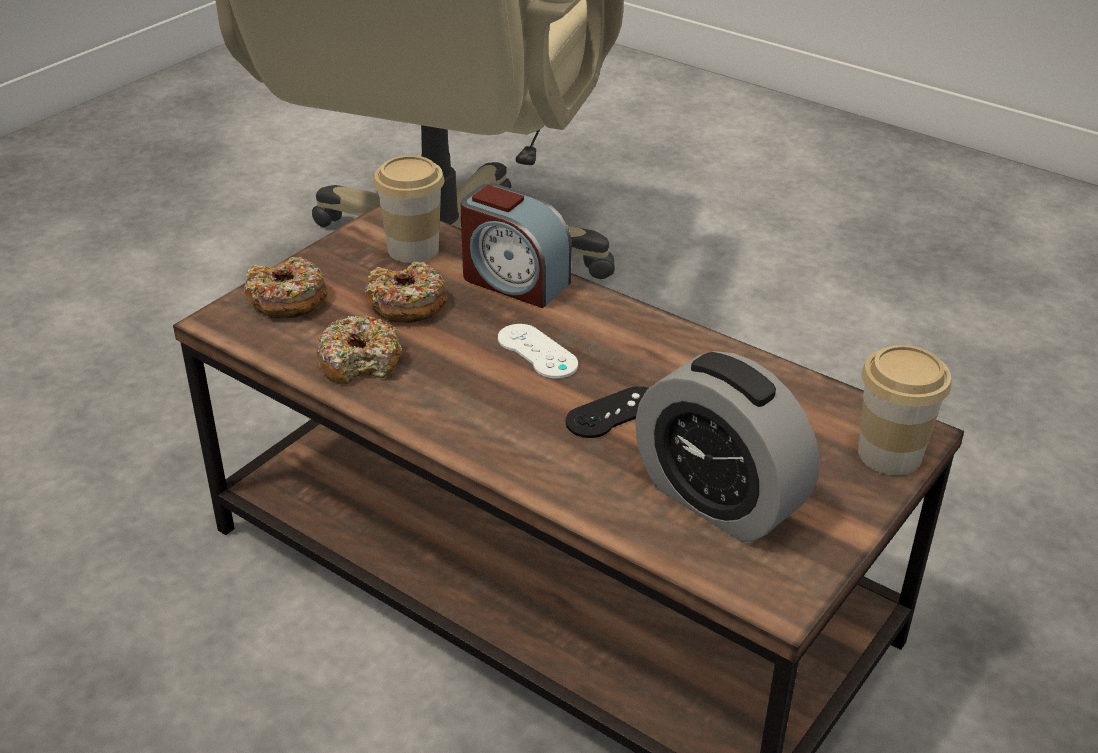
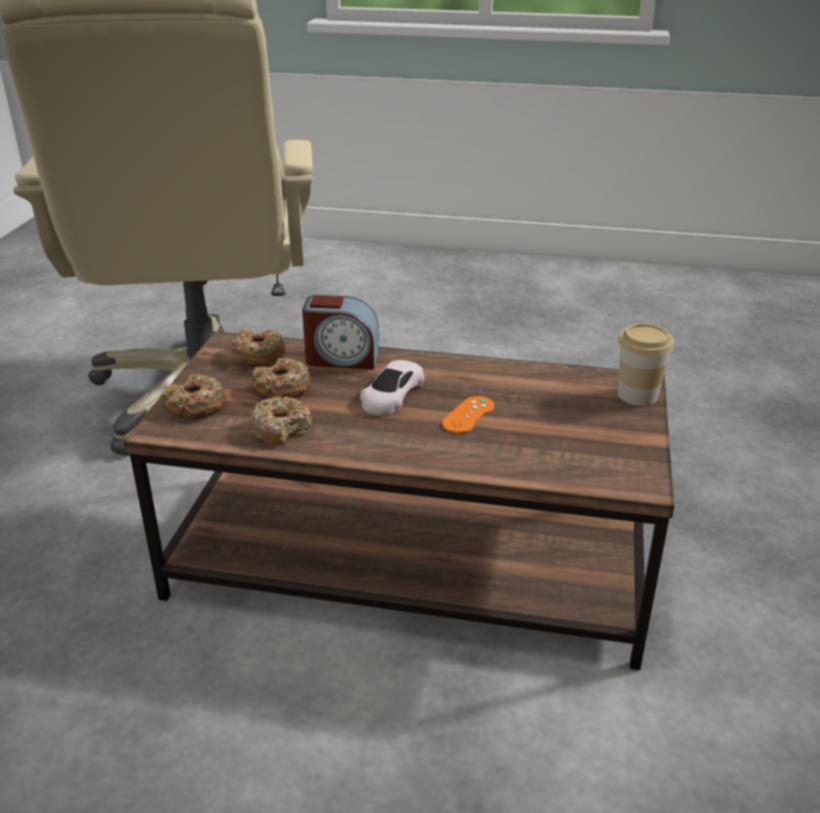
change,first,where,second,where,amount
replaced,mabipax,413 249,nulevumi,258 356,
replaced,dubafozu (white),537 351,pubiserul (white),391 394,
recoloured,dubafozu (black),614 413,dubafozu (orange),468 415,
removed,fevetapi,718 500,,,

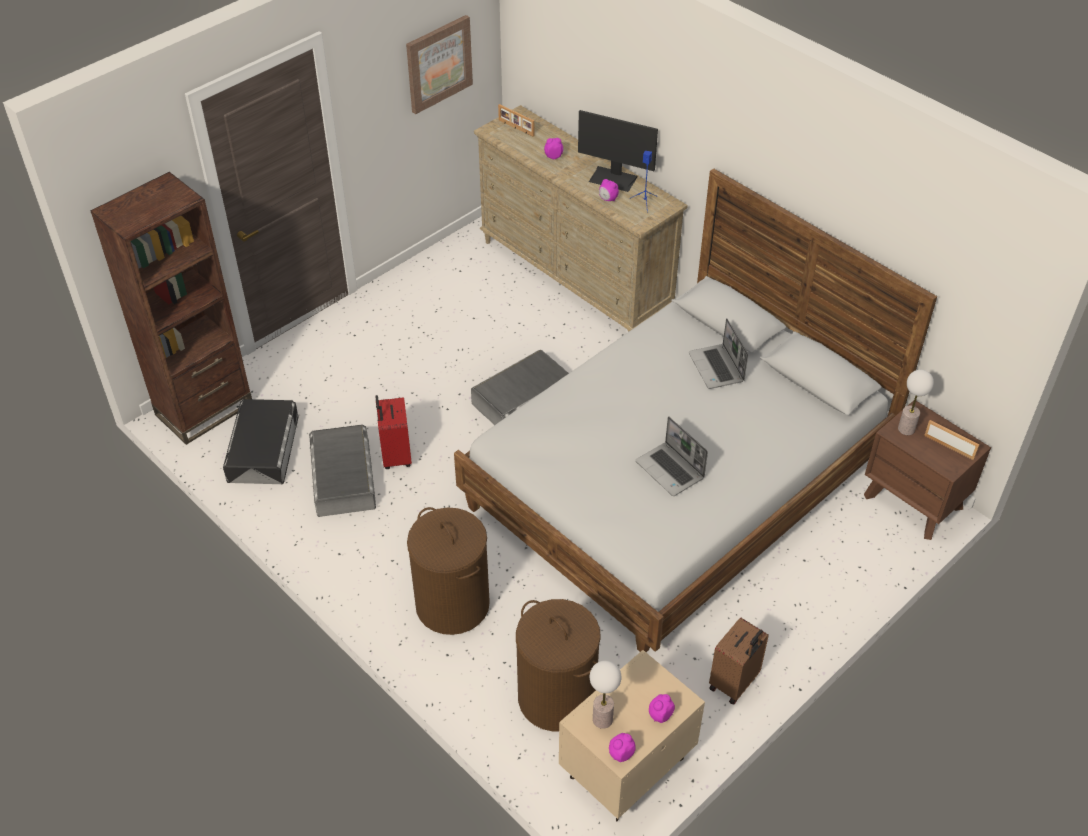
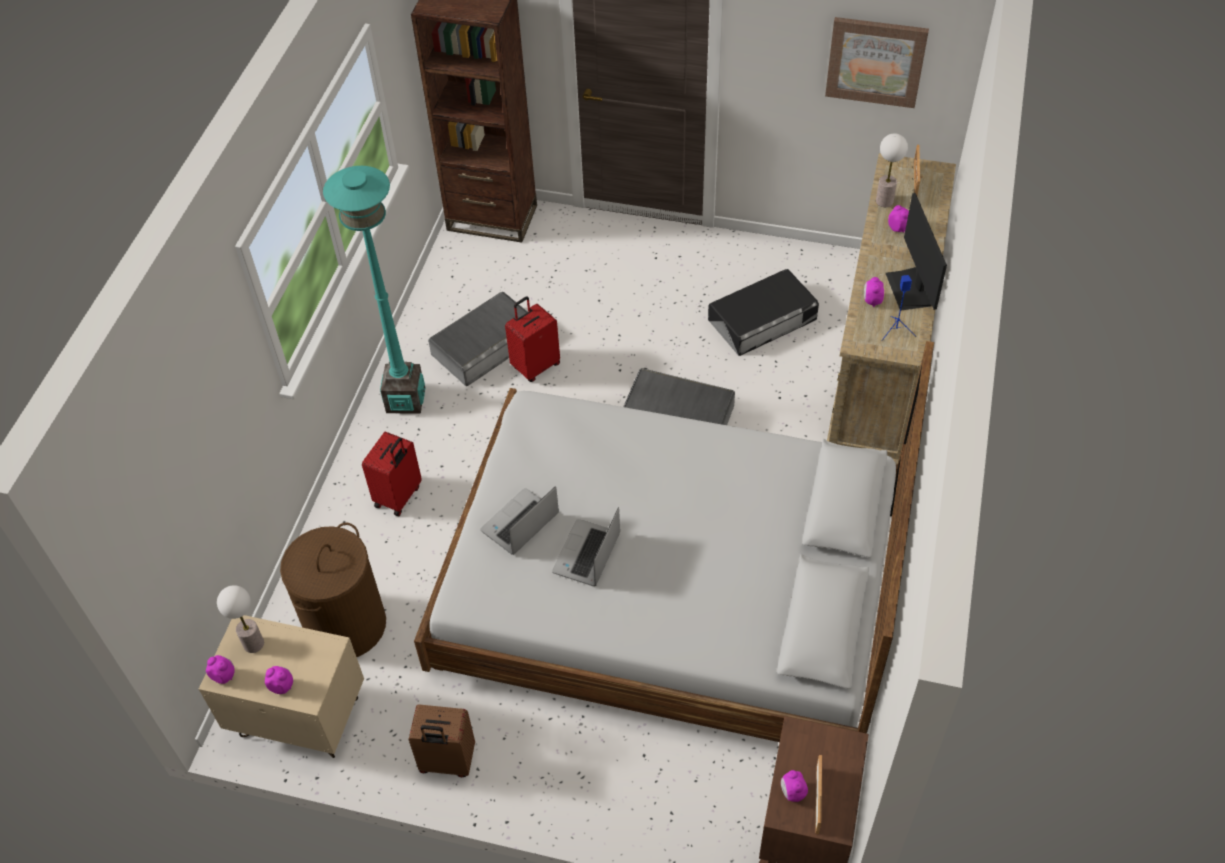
change,first,where,second,where,amount
added,,,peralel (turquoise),405 399,
replaced,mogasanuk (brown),453 604,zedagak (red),399 496,
moved,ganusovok,717 368,,520 524,
moved,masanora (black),263 449,,762 319,
added,,,fevetapi,792 792,
moved,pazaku,906 429,,884 201,

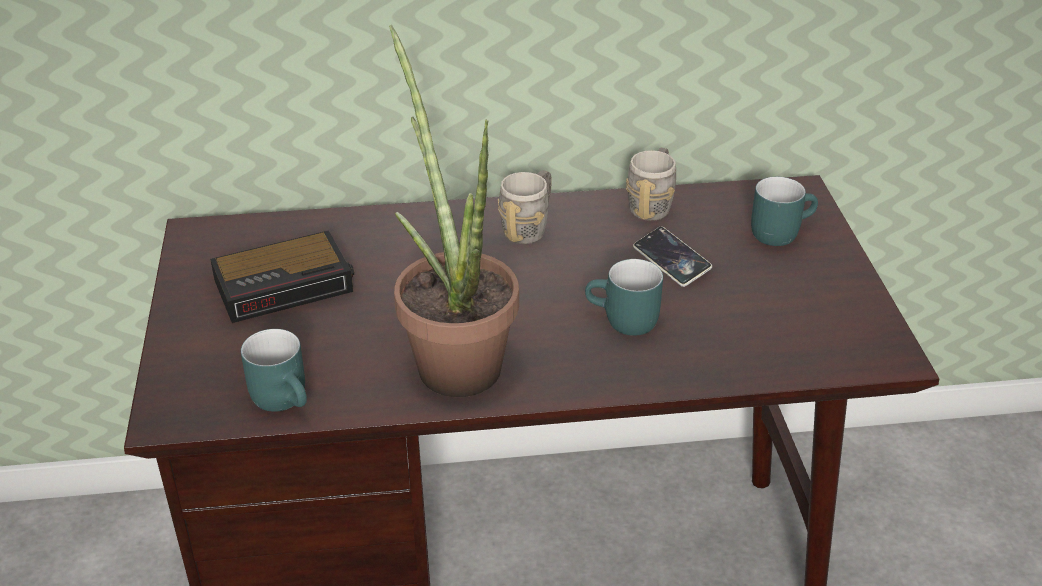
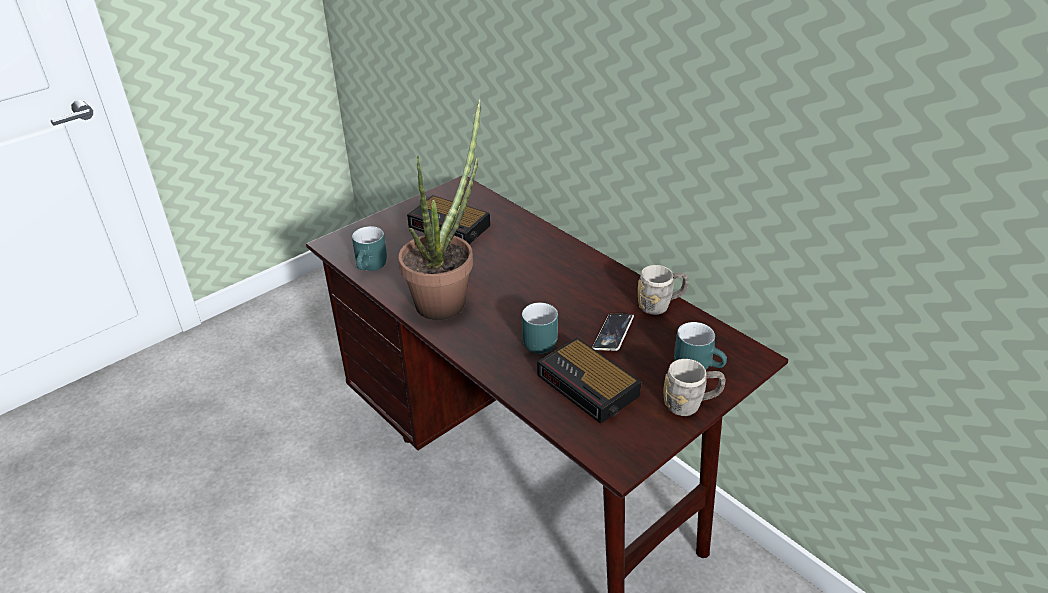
change,first,where,second,where,amount
added,,,fevetapi,589 387,
moved,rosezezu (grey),529 227,,690 404,

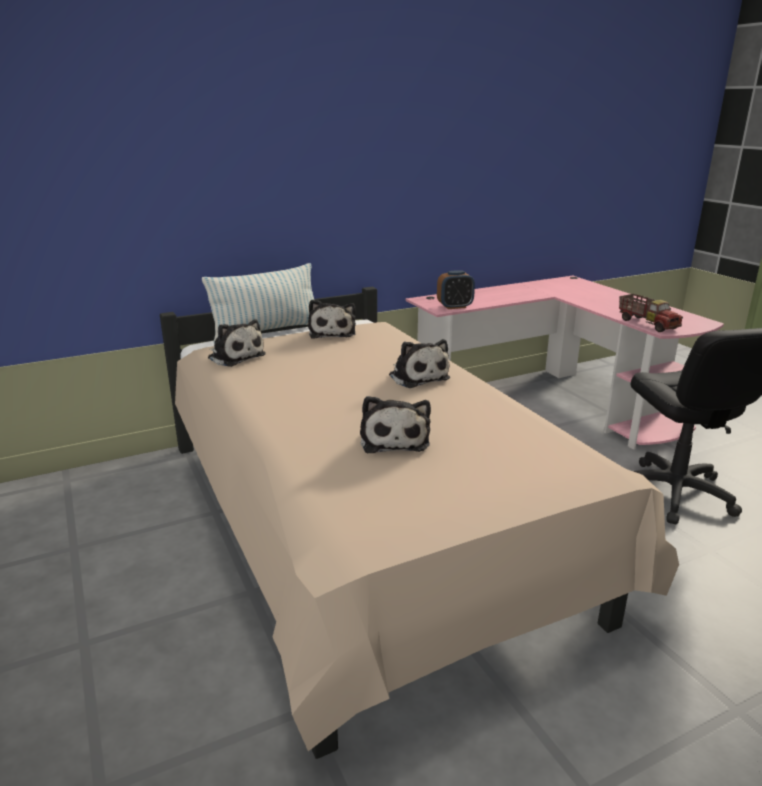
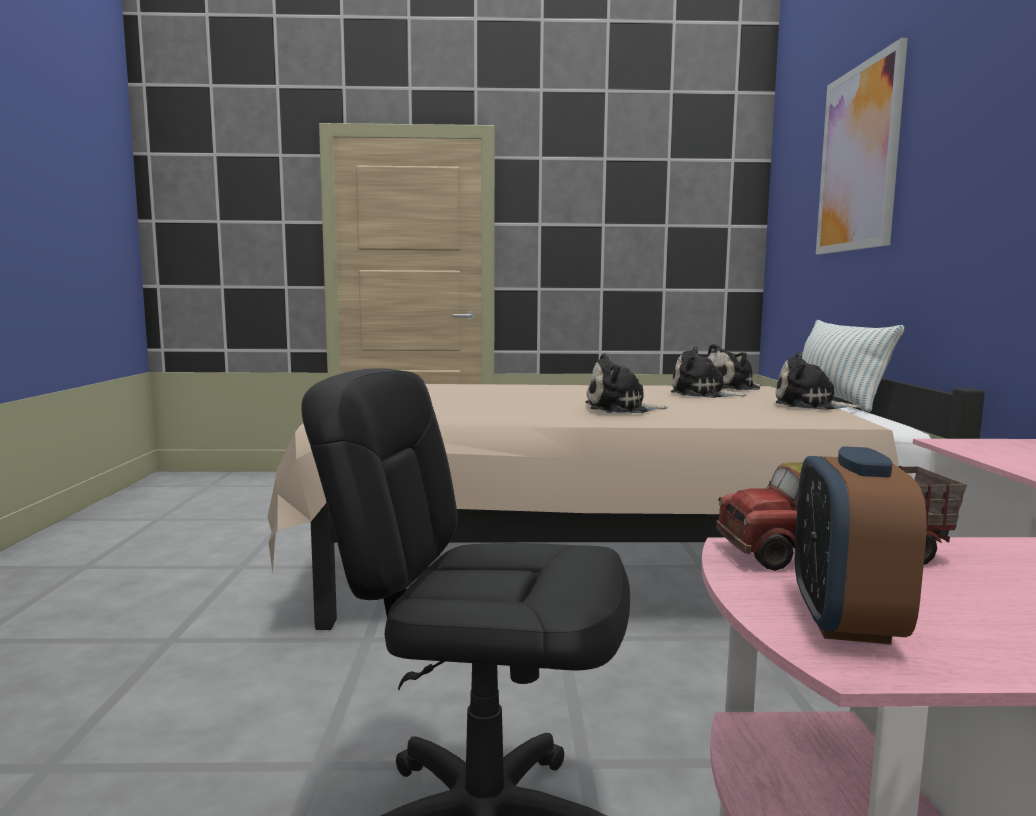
change,first,where,second,where,amount
moved,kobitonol,394 439,,702 394,
moved,fevetapi,455 306,,844 620,
added,,,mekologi,858 159,

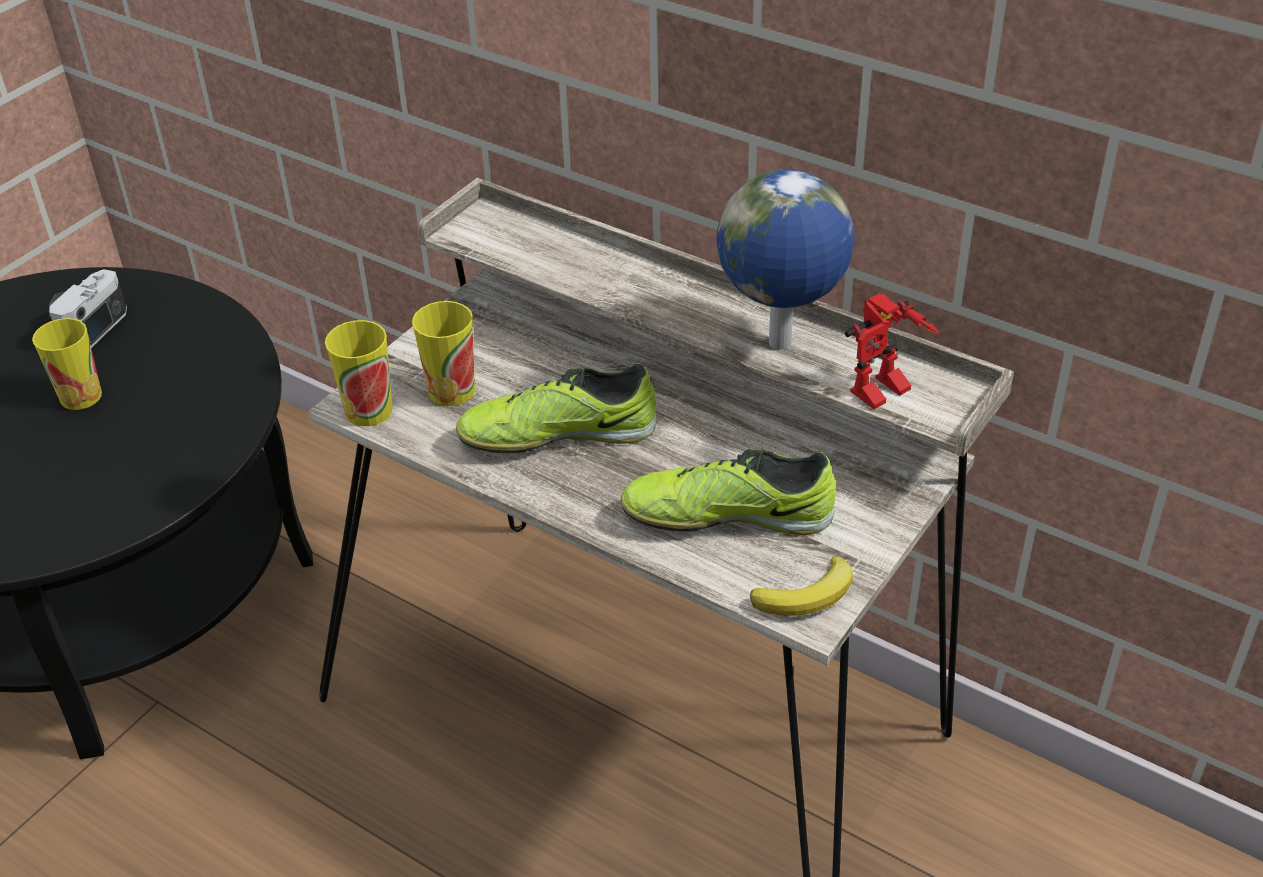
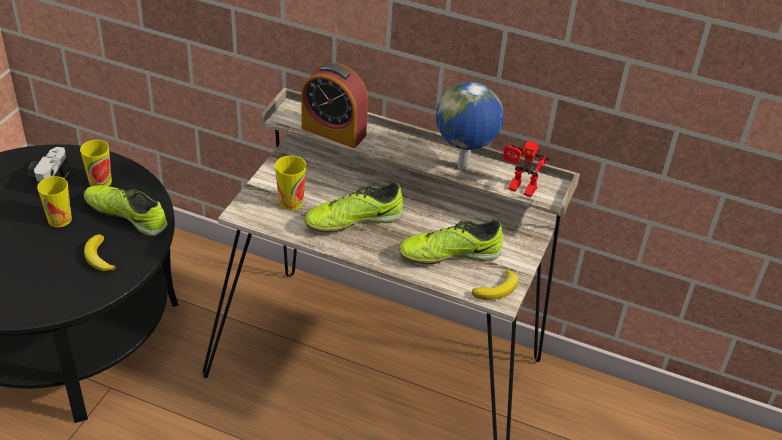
change,first,where,second,where,amount
moved,mabipax,368 410,,100 181,
added,,,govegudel,127 215,
added,,,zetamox,98 257,
added,,,fevetapi,334 131,
turned,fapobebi,882 396,,519 189,75 degrees clockwise

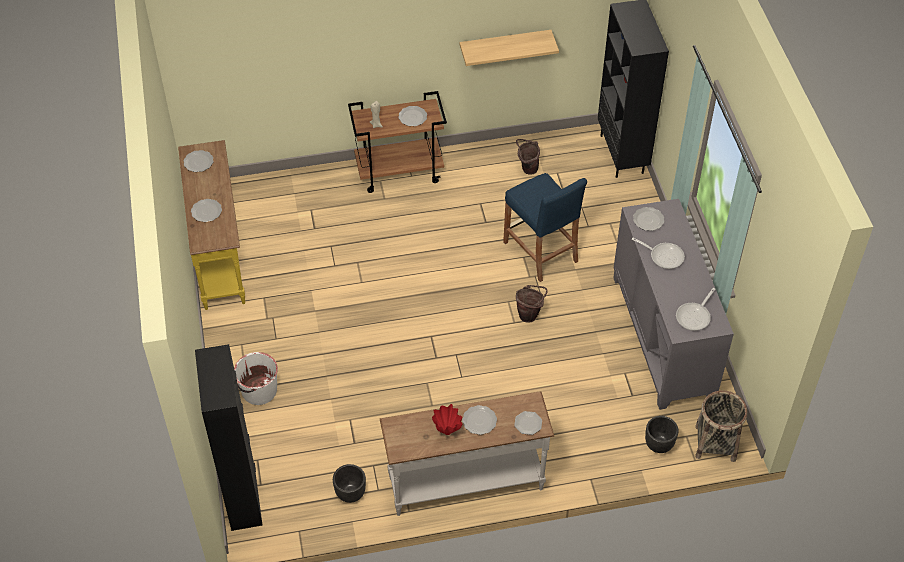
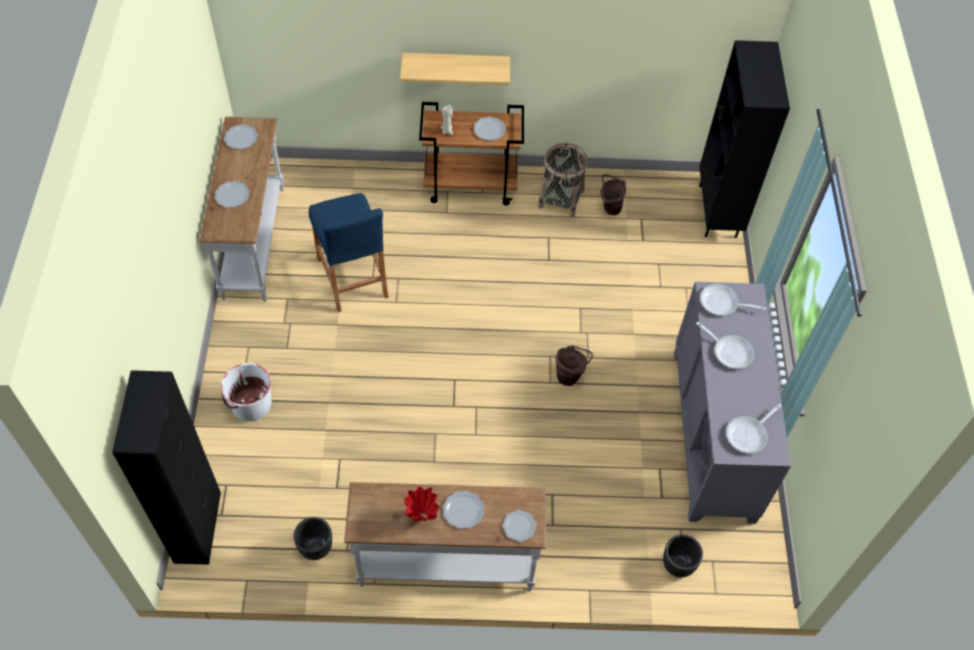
change,first,where,second,where,amount
recoloured,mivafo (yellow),220 256,mivafo (white),255 242,
moved,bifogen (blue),540 251,,352 278,
moved,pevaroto,505 46,,456 66,
moved,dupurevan,715 443,,561 199,
replaced,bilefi,648 220,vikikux,722 303,

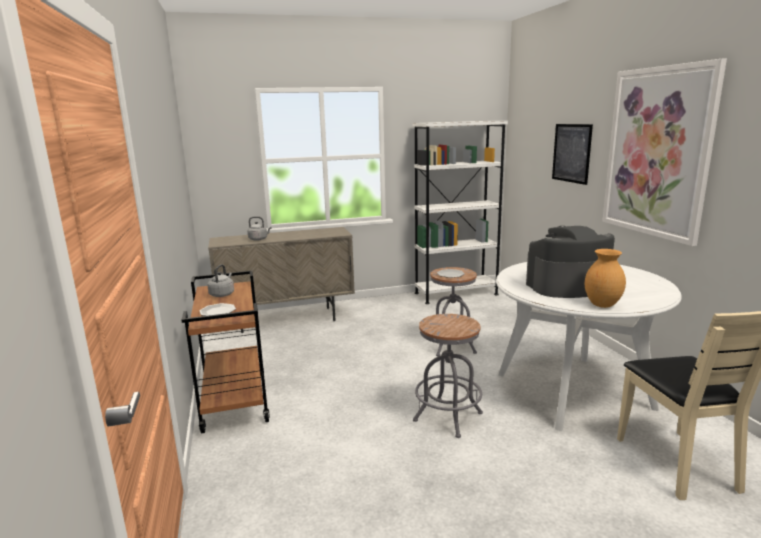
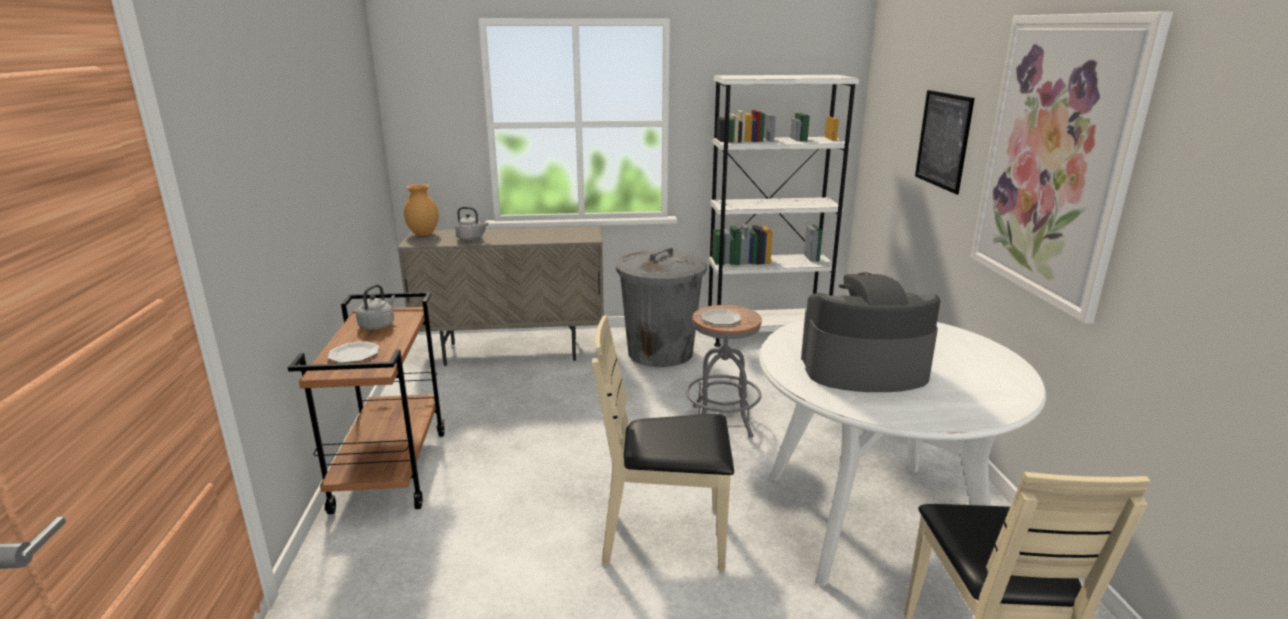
change,first,where,second,where,amount
moved,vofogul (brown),602 305,,424 234,
replaced,bifogen (grey),448 417,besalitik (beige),665 537,
added,,,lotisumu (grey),660 352,

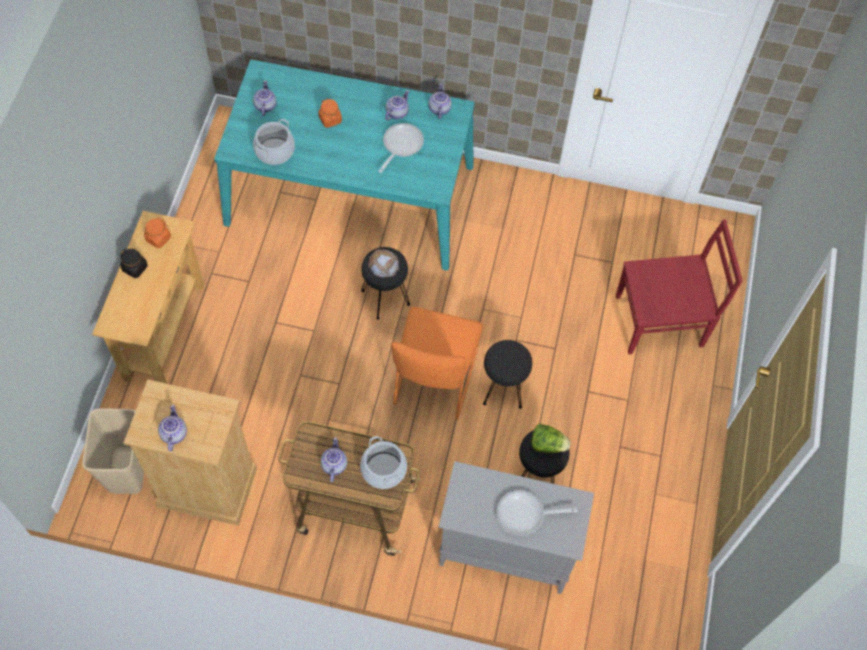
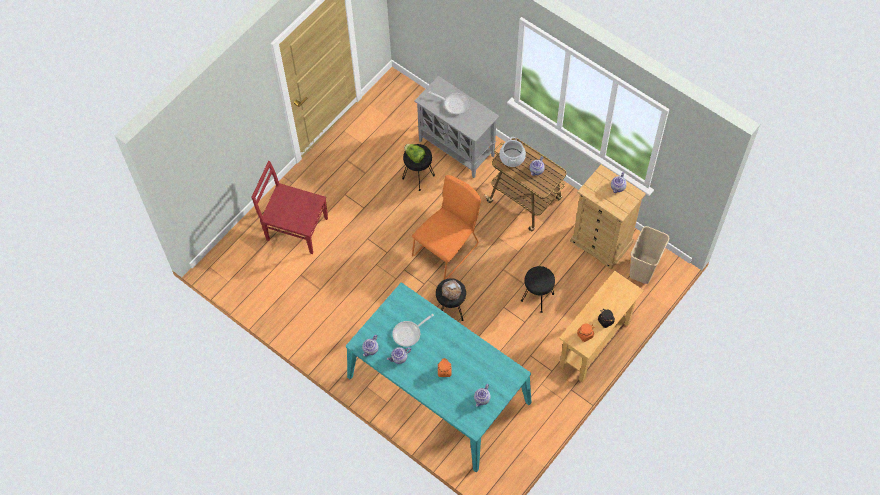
change,first,where,second,where,amount
moved,bifogen (black),503 389,,537 297,
removed,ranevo,275 151,,,

